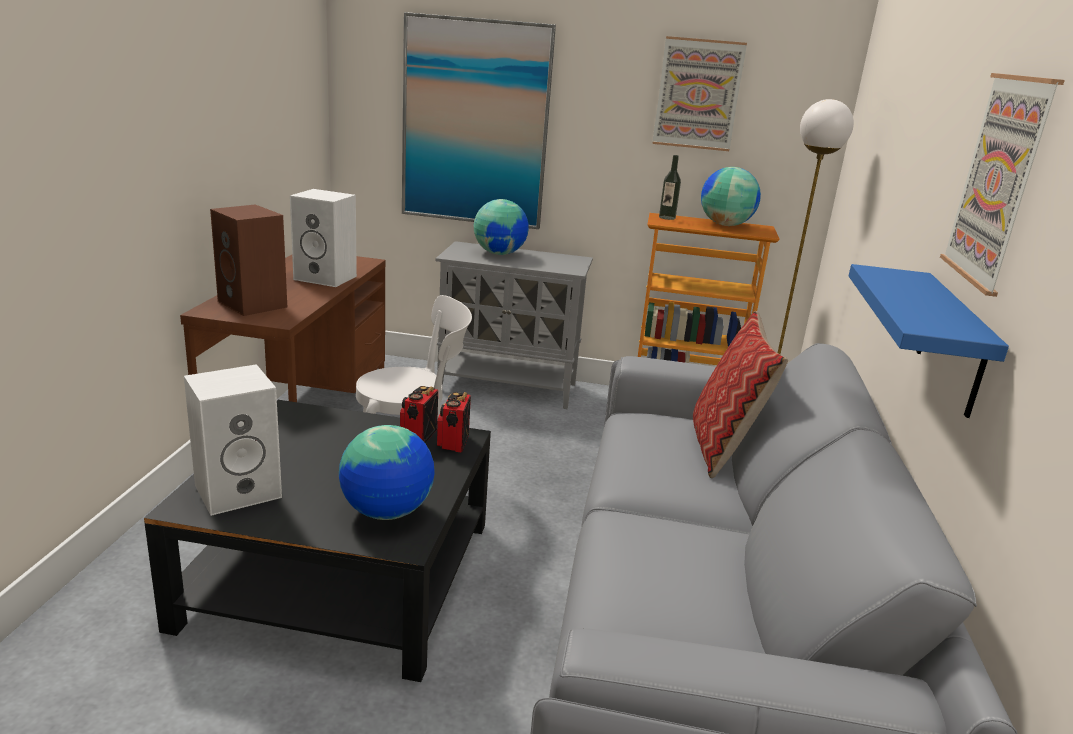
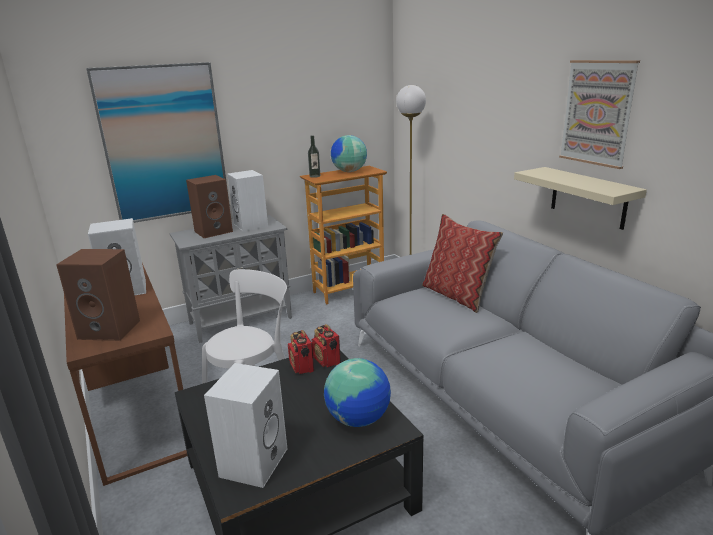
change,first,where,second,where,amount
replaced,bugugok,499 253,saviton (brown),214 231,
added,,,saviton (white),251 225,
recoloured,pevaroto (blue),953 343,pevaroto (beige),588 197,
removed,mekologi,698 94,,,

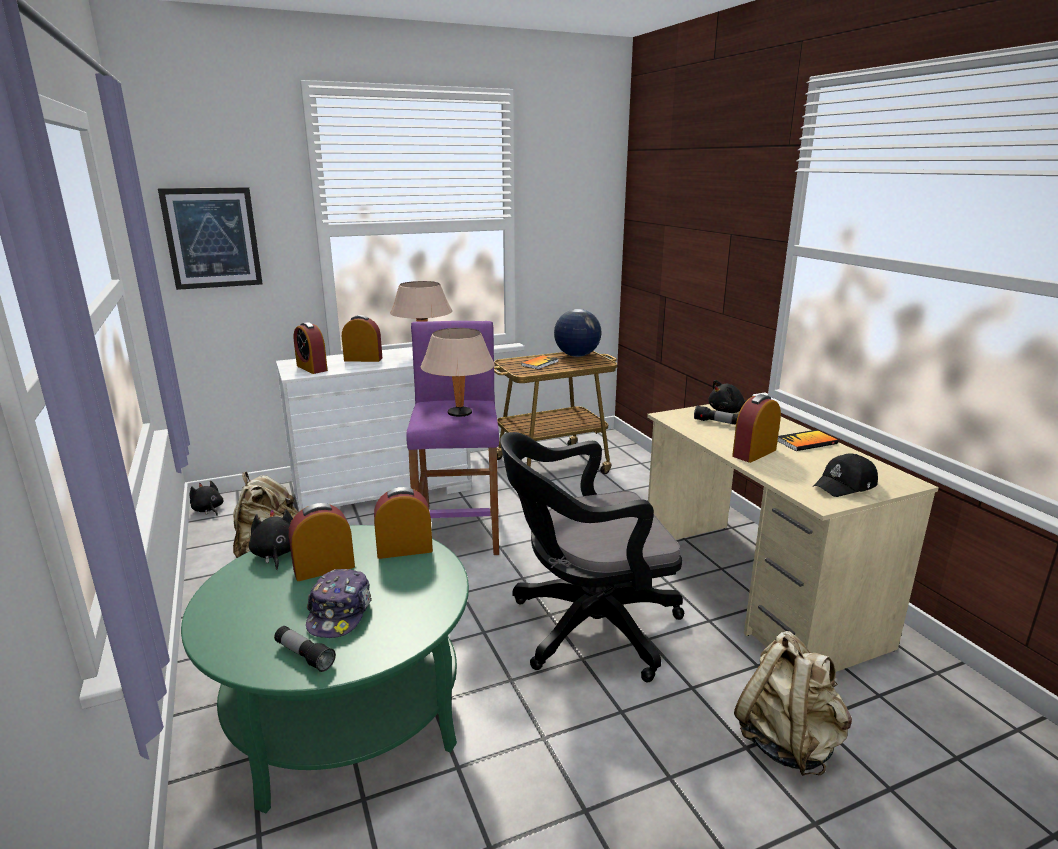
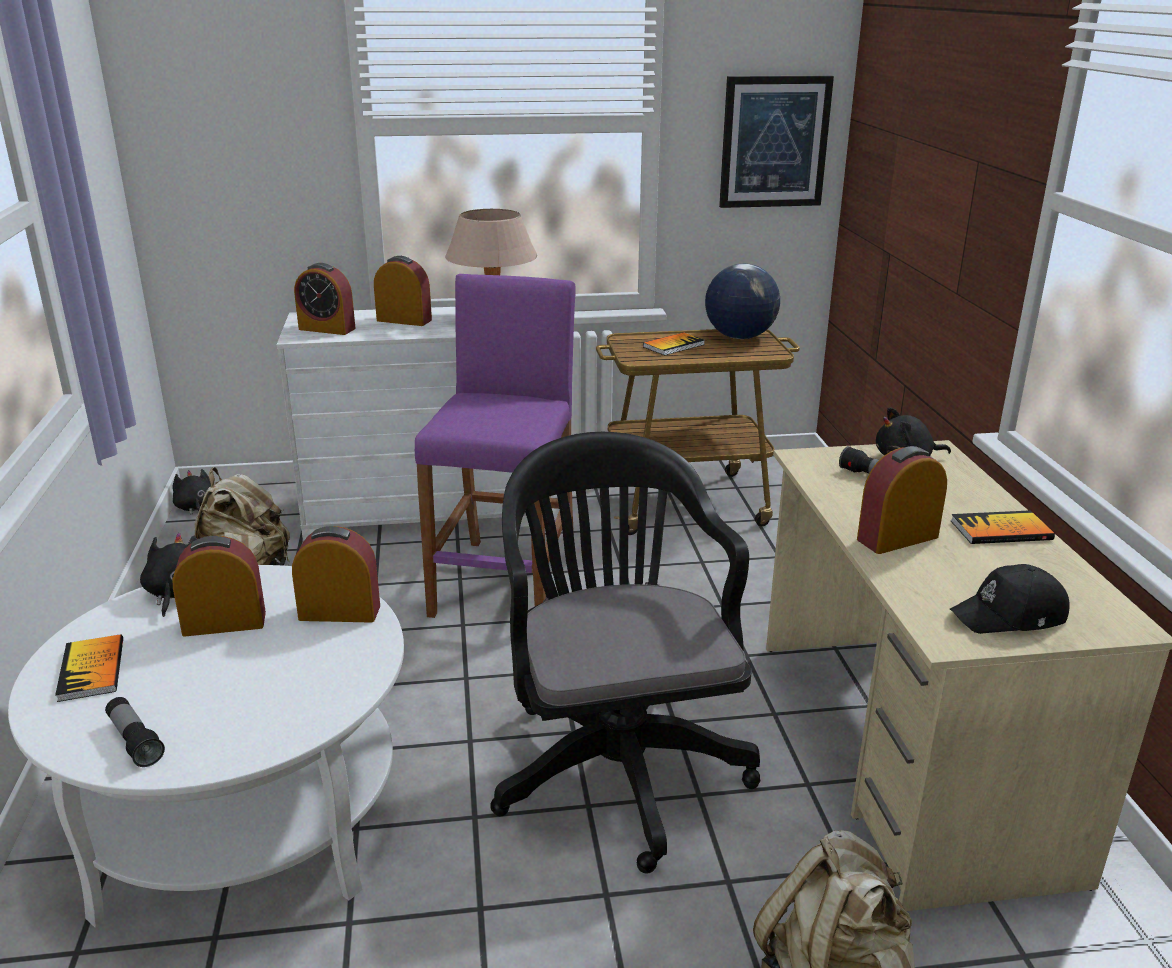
change,first,where,second,where,amount
recoloured,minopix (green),346 712,minopix (white),243 817,
added,,,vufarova,92 670,
turned,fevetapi,312 368,,327 329,45 degrees counterclockwise
turned,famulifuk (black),586 628,,616 761,75 degrees clockwise
moved,mekologi,212 238,,774 142,
removed,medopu,340 613,,,
removed,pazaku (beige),460 414,,,

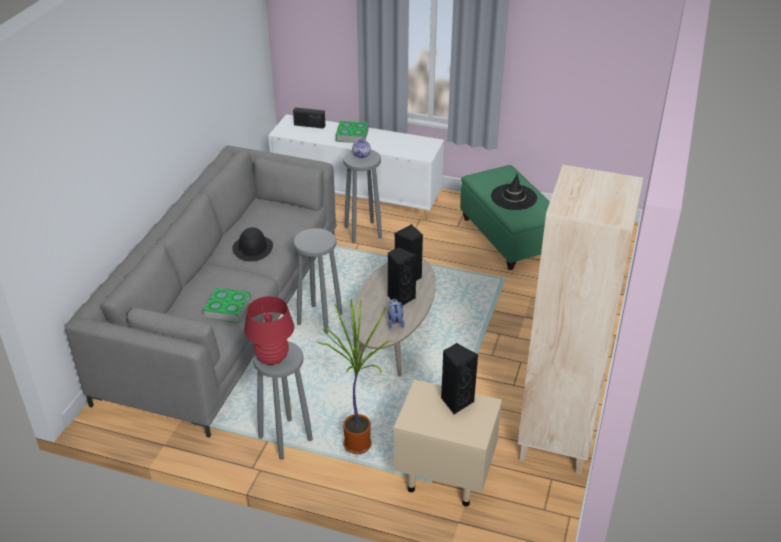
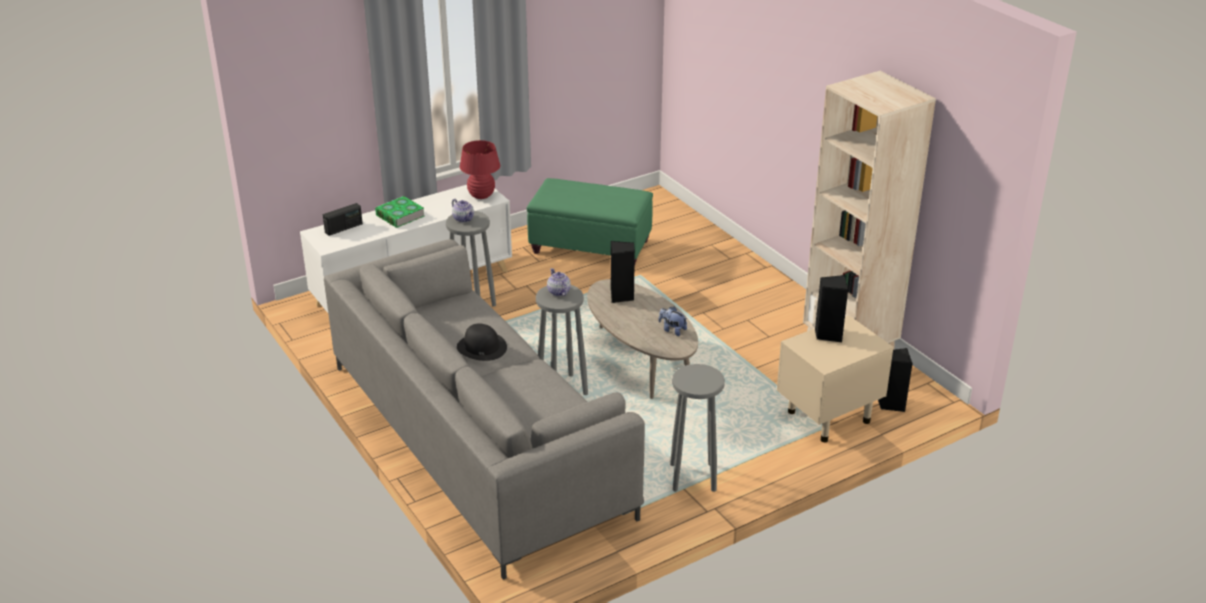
change,first,where,second,where,amount
moved,pazaku (red),272 358,,481 195,
added,,,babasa,558 292,
moved,saviton (black),400 298,,891 404,
removed,vufarova,228 308,,,
removed,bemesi,358 443,,,
removed,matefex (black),513 197,,,

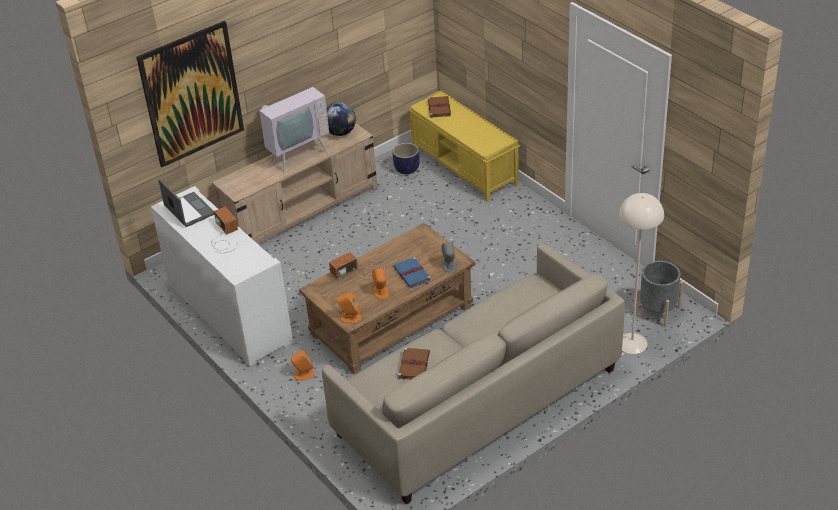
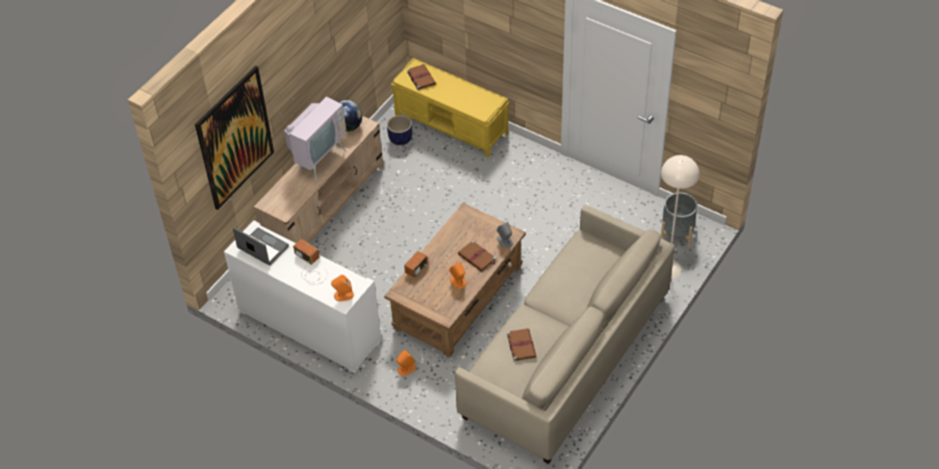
change,first,where,second,where,amount
moved,saviton (orange),350 318,,343 295,
recoloured,vufarova (blue),412 274,vufarova (brown),477 257,

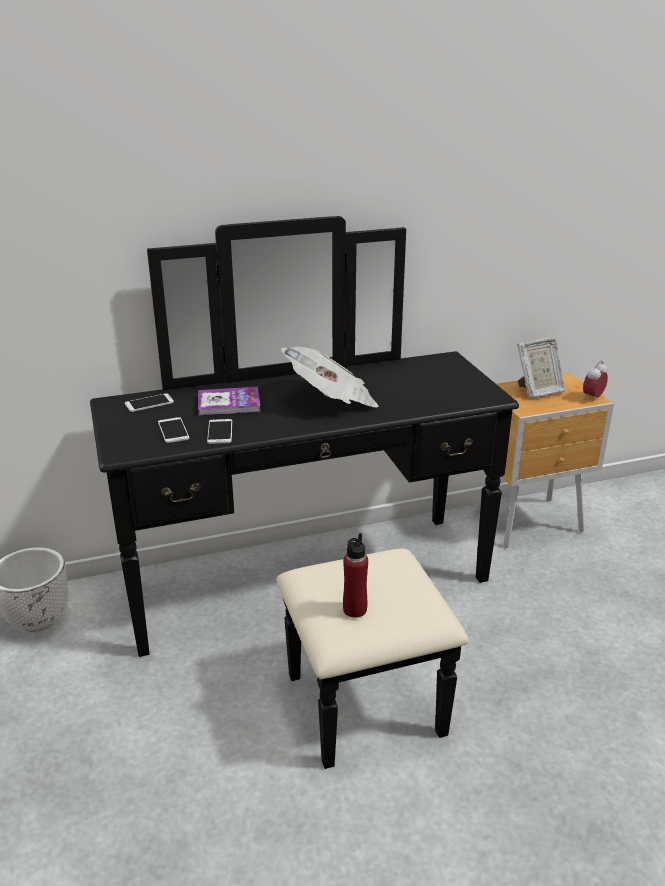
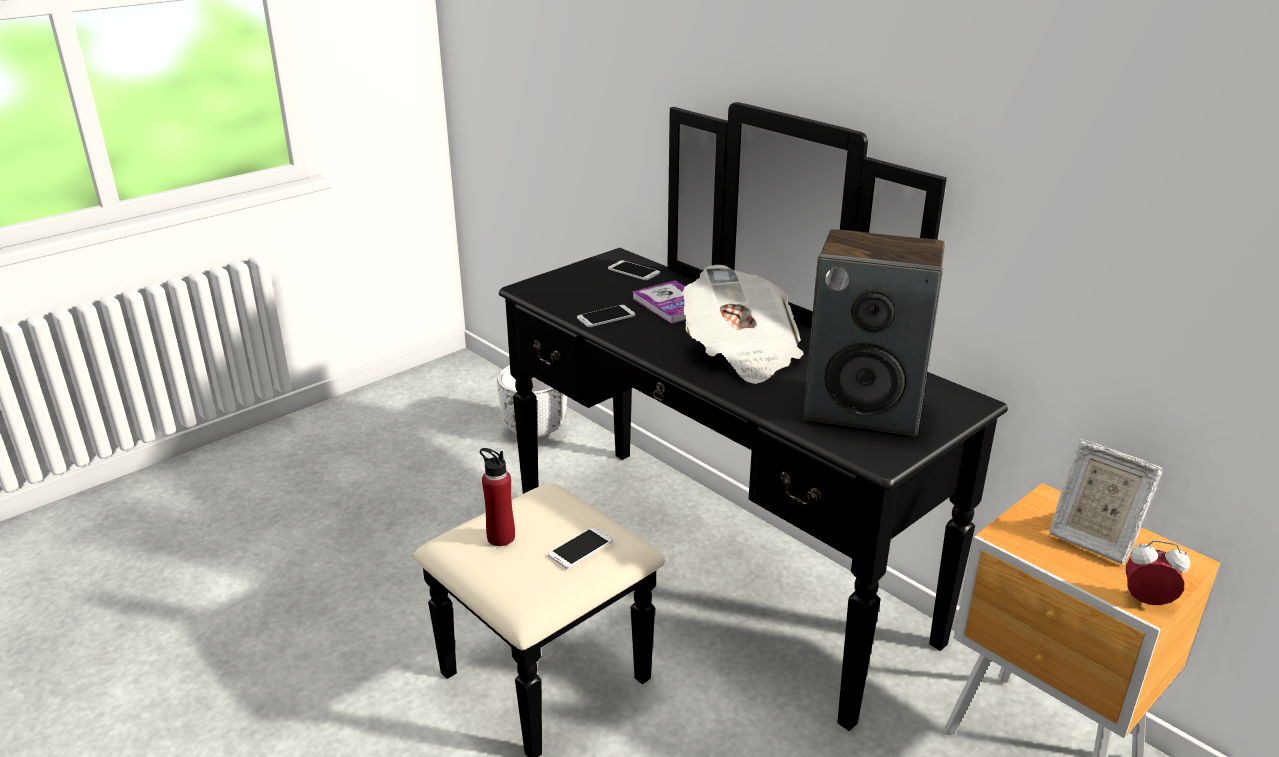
change,first,where,second,where,amount
moved,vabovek,173 430,,580 548,
added,,,saviton,864 408,

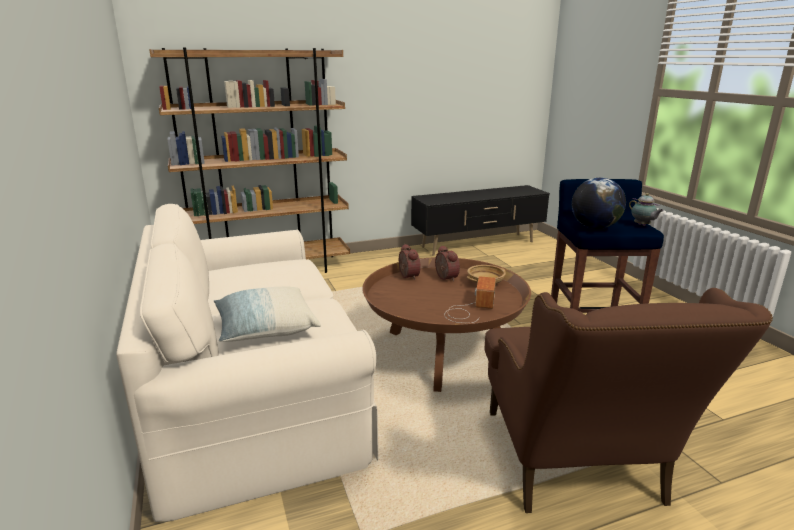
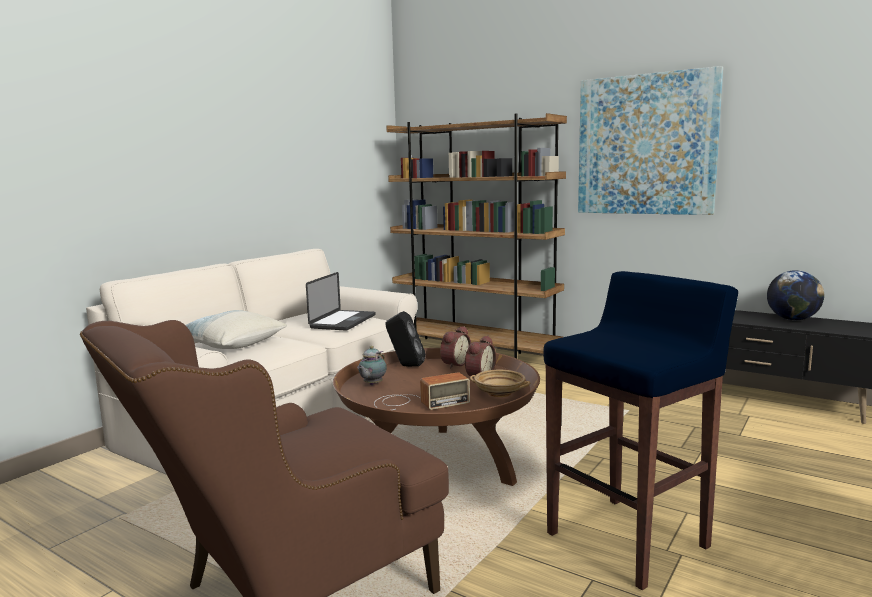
change,first,where,second,where,amount
added,,,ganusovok,343 321,
moved,babasa,642 225,,372 384,
added,,,saviton (black),405 366,
added,,,mekologi,645 145,
moved,bugugok,594 227,,792 319,

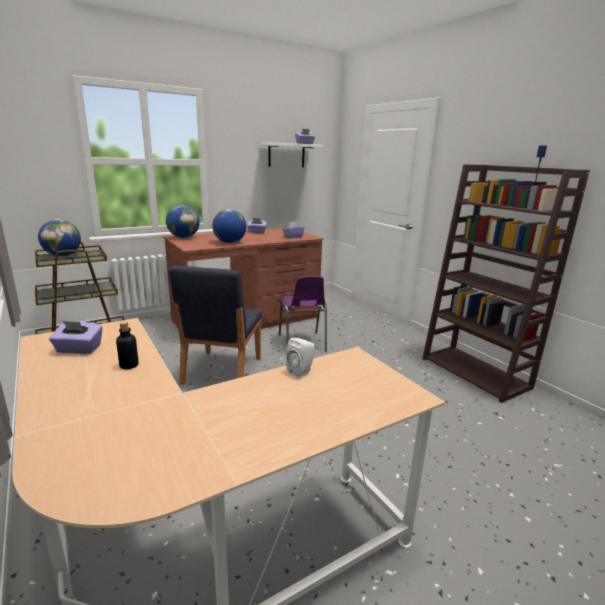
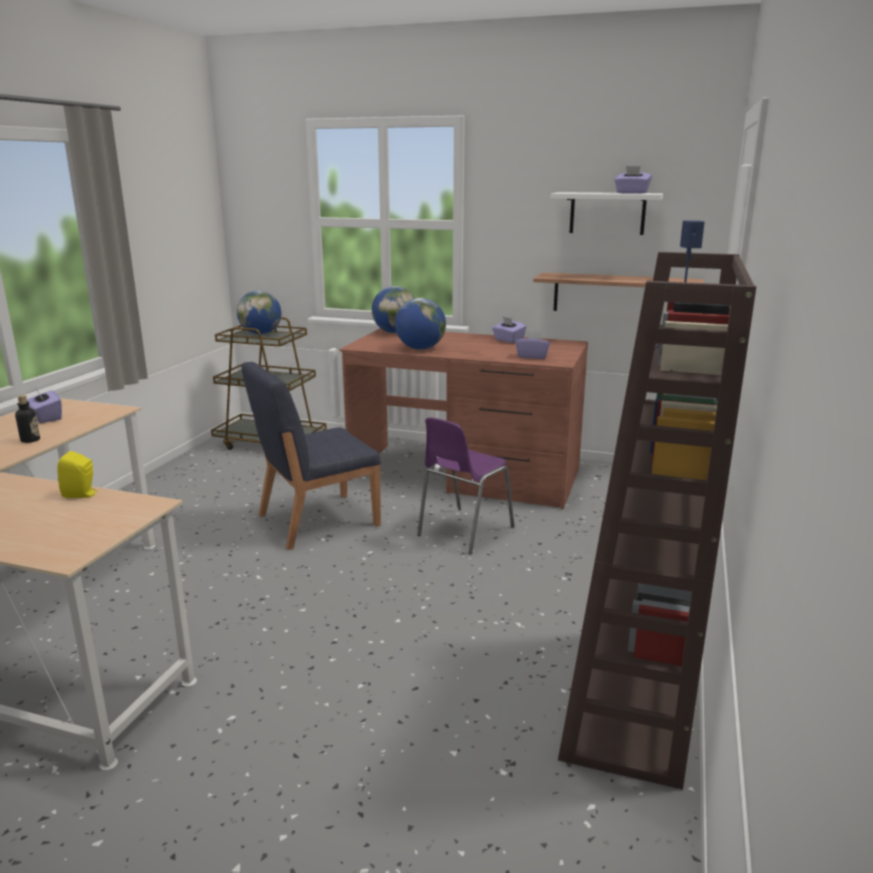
change,first,where,second,where,amount
recoloured,saviton (white),301 371,saviton (yellow),82 495,
added,,,pevaroto,618 295,

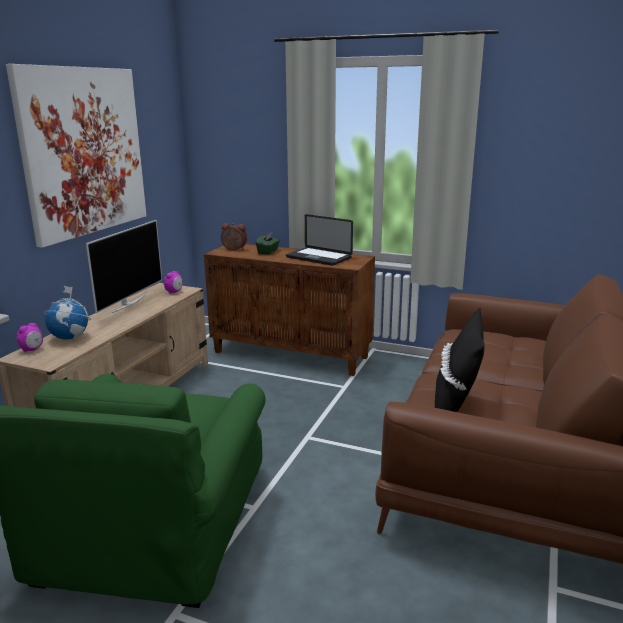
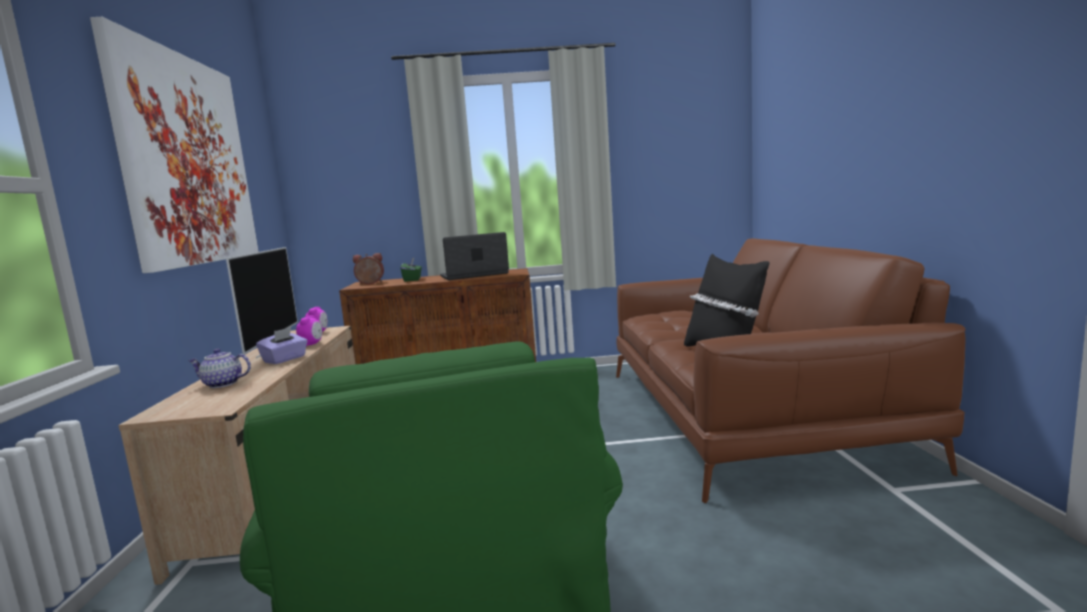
change,first,where,second,where,amount
replaced,bugugok,70 337,babasa,222 384,
added,,,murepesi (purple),285 359,
moved,fevetapi,32 349,,311 344,
turned,ganusovok,318 257,,474 275,150 degrees clockwise

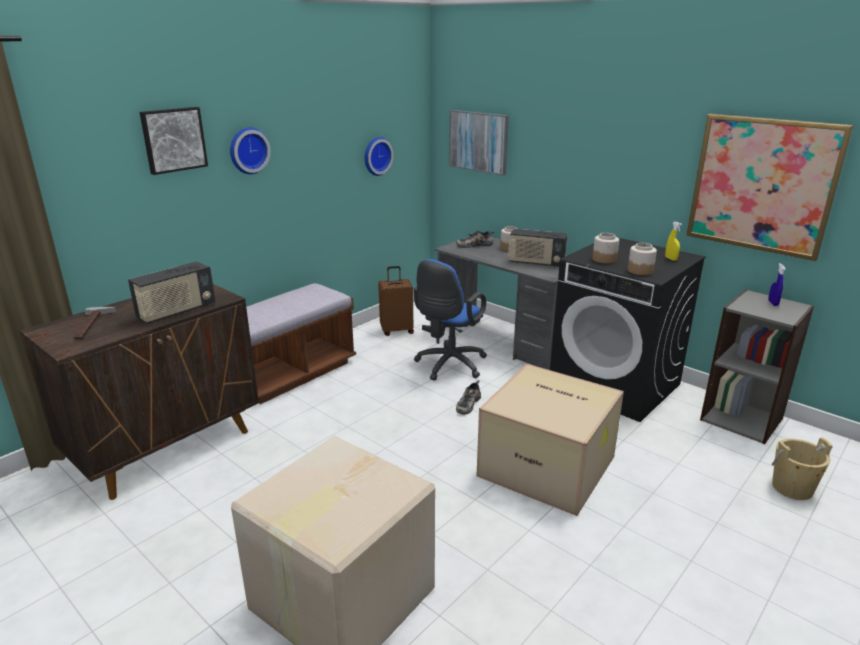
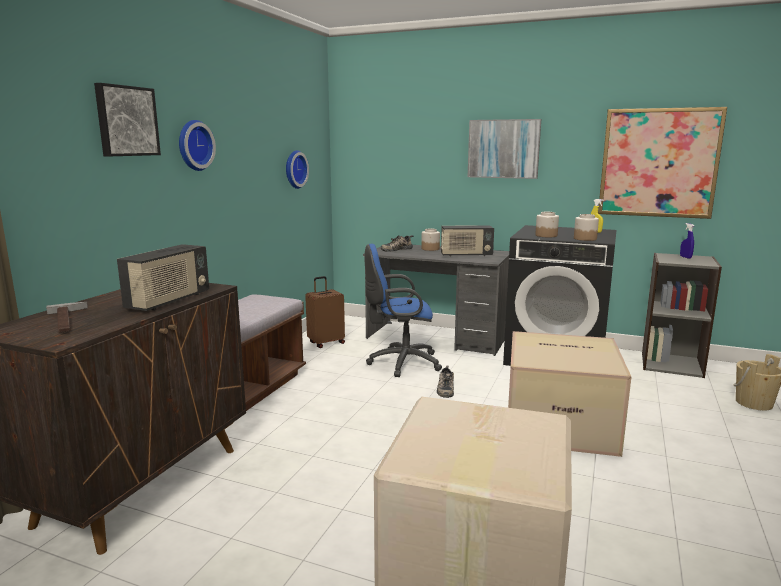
change,first,where,second,where,amount
turned,famulifuk (blue),448 366,,400 363,75 degrees clockwise
moved,mekologi,478 141,,503 149,

